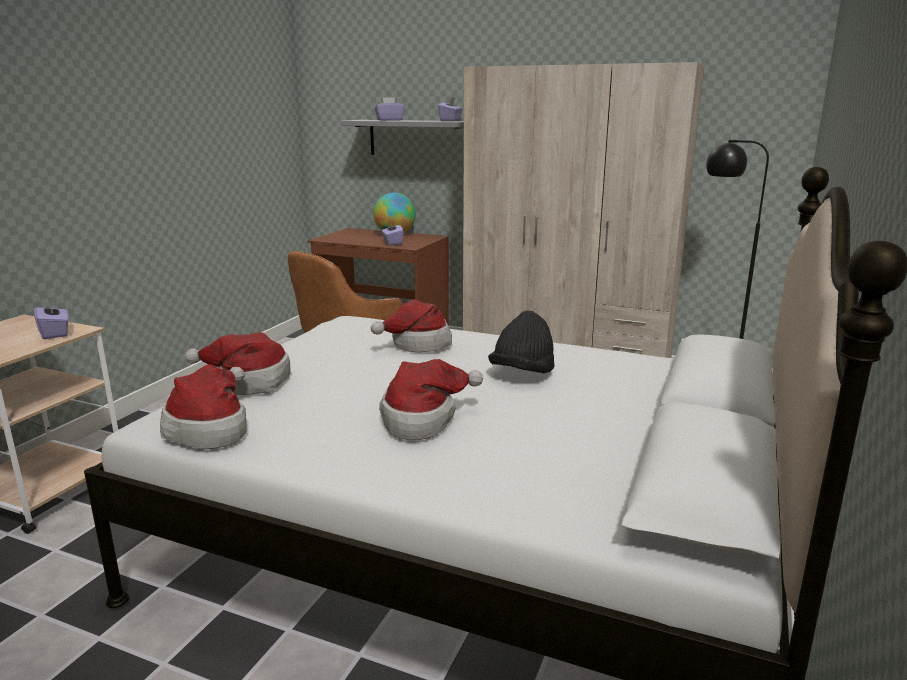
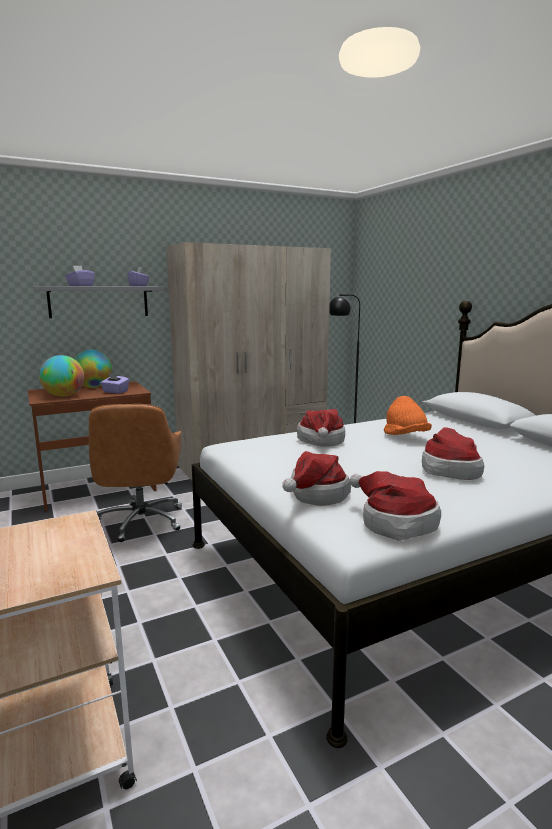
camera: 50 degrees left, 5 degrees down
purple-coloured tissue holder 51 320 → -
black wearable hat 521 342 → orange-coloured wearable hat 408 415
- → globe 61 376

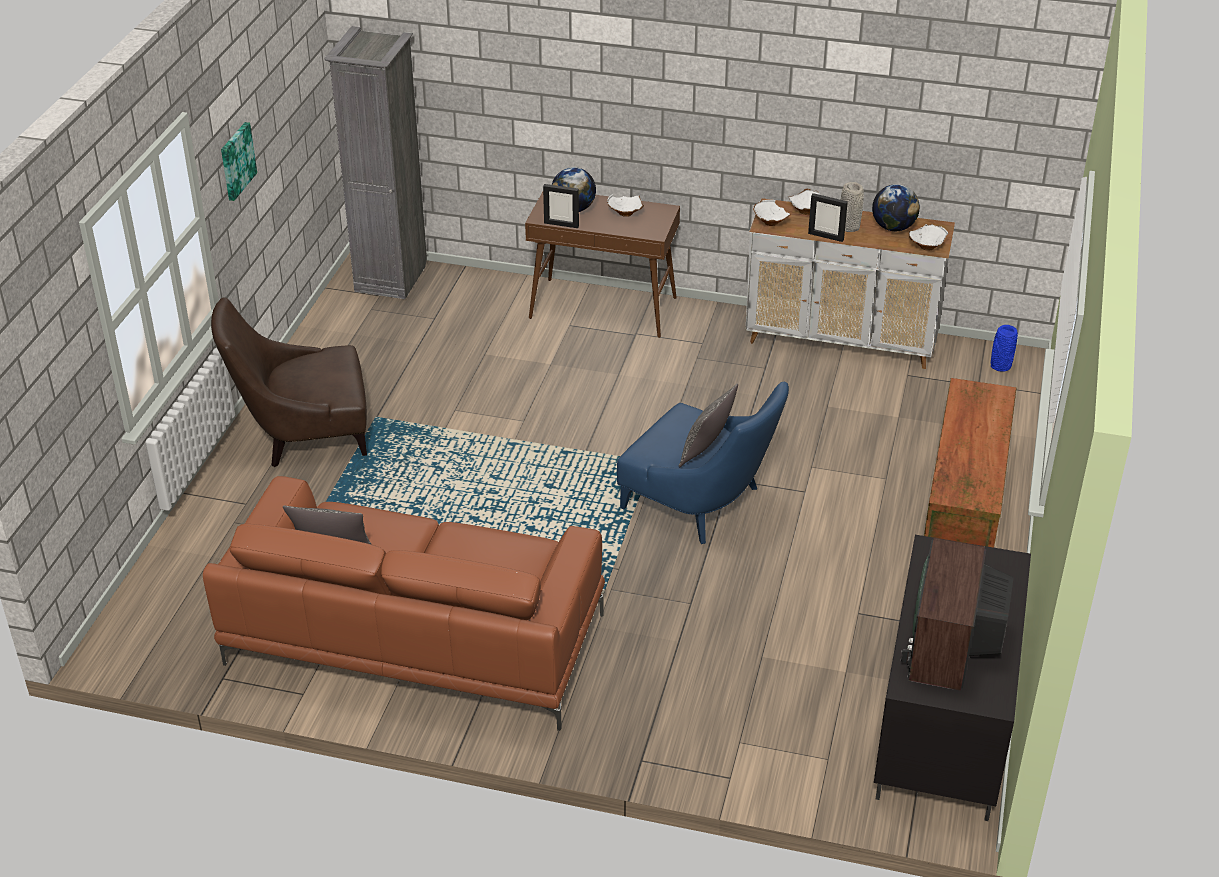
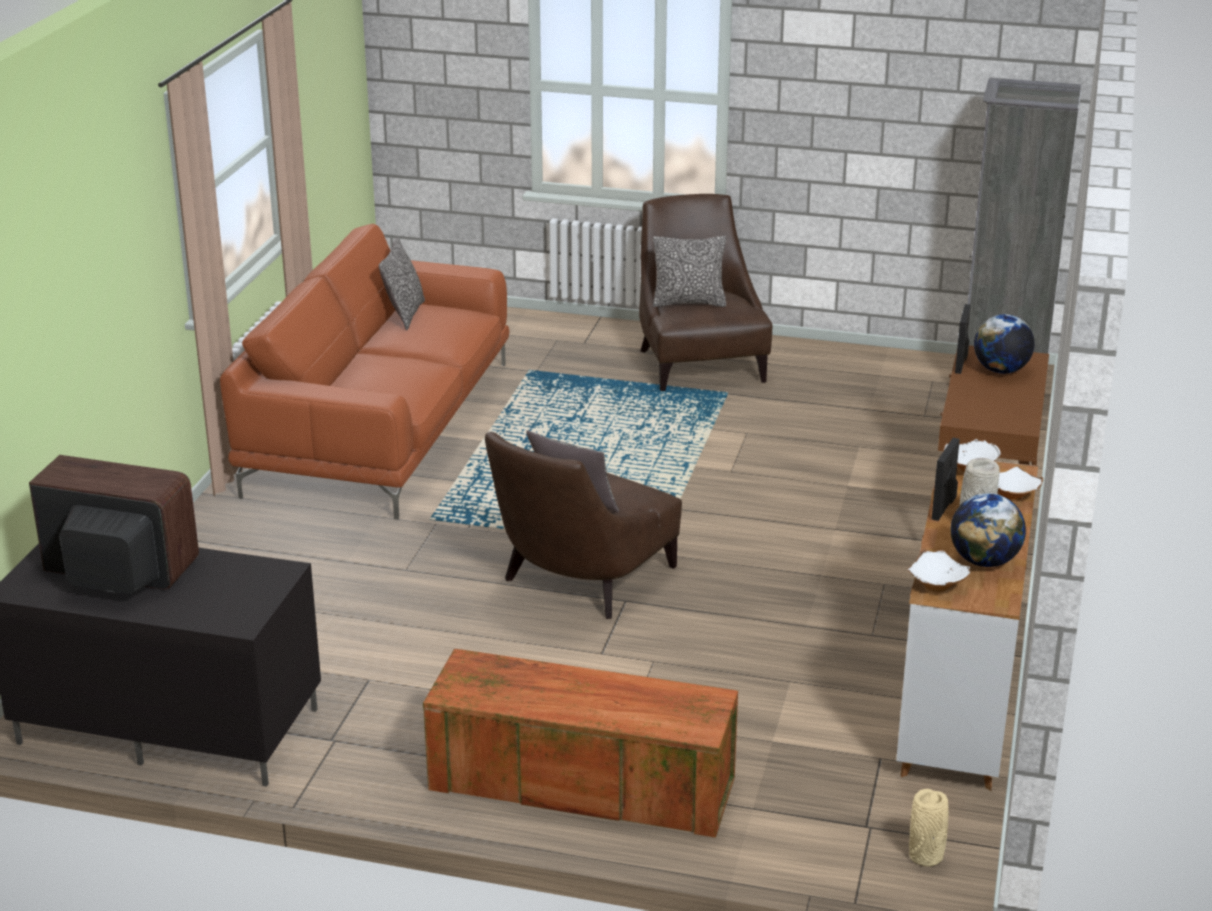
camera: 90 degrees right, 10 degrees down
wall picture 239 161 → -
white serving bowl 625 205 → -
blue flower vase 1004 348 → sand-coloured flower vase 929 828
blue easy chair 703 463 → brown-coloured easy chair 583 525
- → cushion 689 271

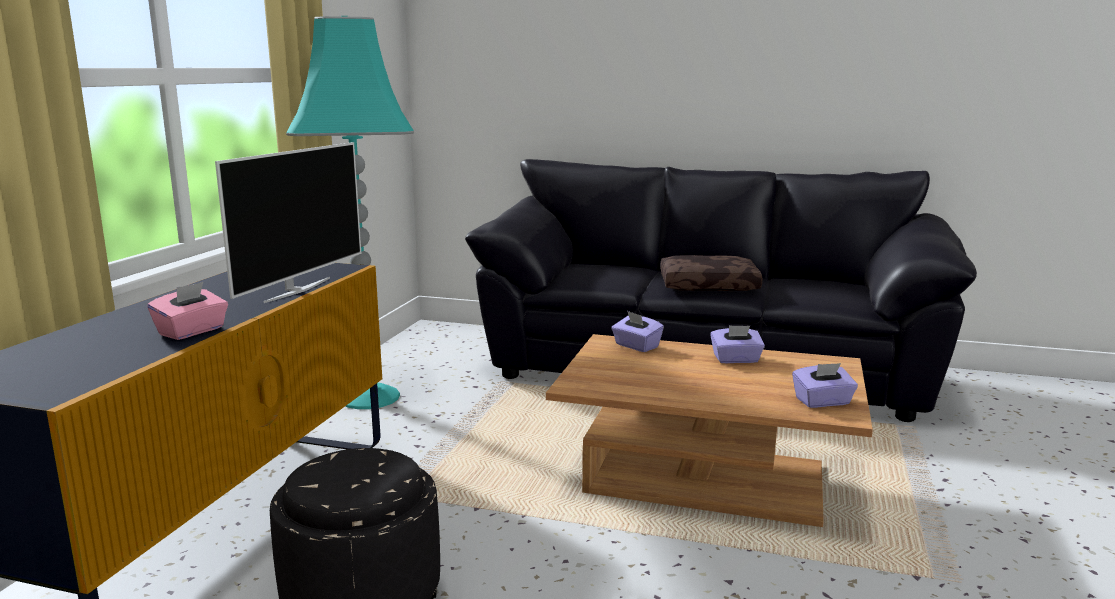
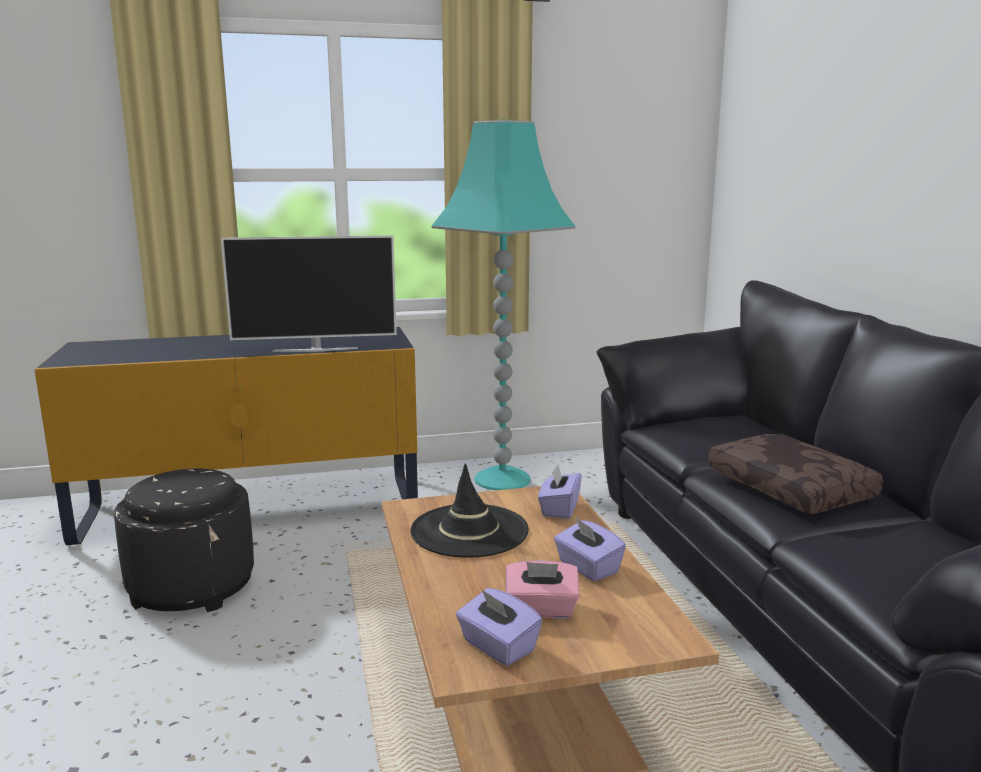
camera: 60 degrees right, 0 degrees up
pink-coloured tissue holder 187 311 → pink-coloured tissue holder 542 589, moved
- → black wearable hat 469 510

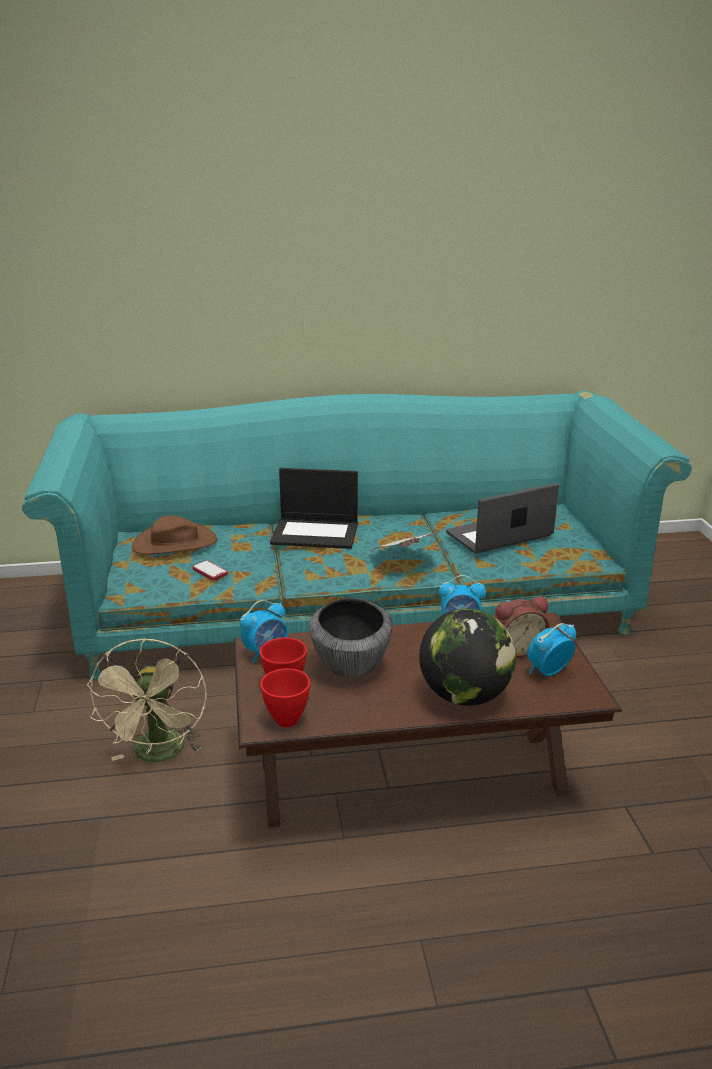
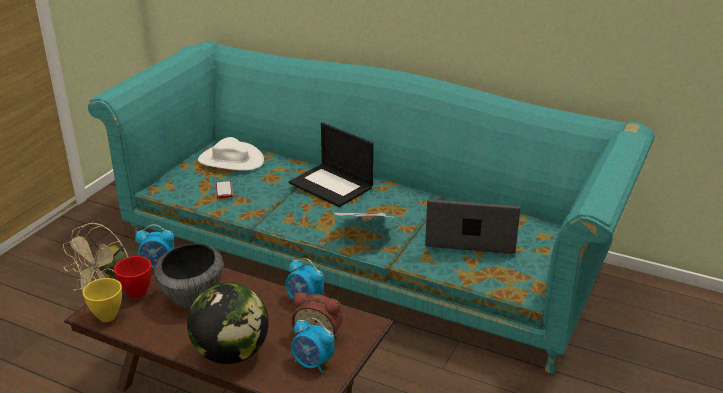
camera: 35 degrees right, 5 degrees up
brown-coloured wearable hat 174 535 → white wearable hat 231 154
bedside clock 551 649 → bedside clock 312 346, 150 degrees counterclockwise
reddish serving bowl 285 697 → yellow-coloured serving bowl 102 300

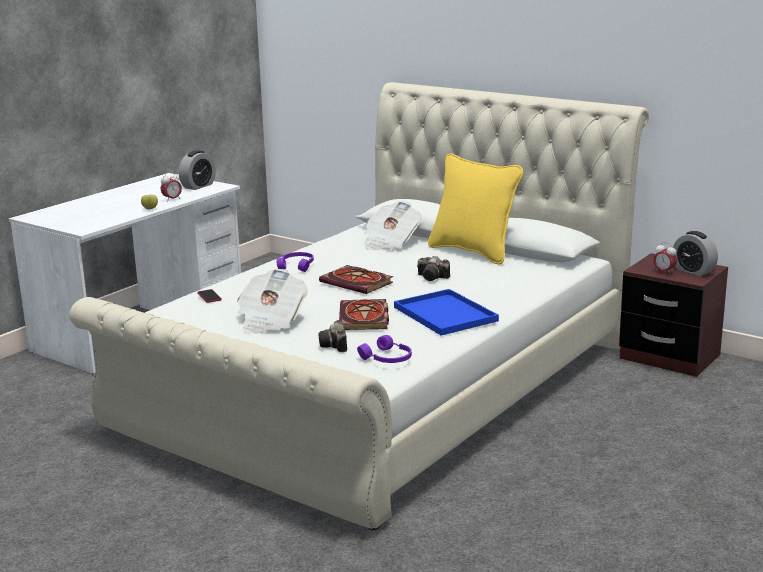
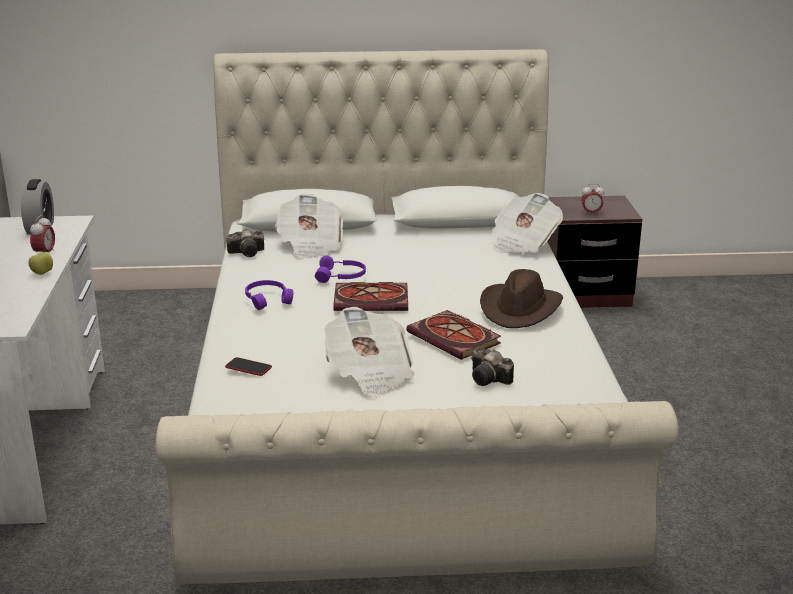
camera: 40 degrees left, 5 degrees up
yellow-coloured cushion 475 208 → -
bedside clock 695 253 → -
still camera 433 268 → still camera 245 243, moved
blue carrying tray 446 312 → brown-coloured wearable hat 521 298
purple-coloured pair of headphones 384 349 → purple-coloured pair of headphones 340 269, moved
- → daily paper 527 223

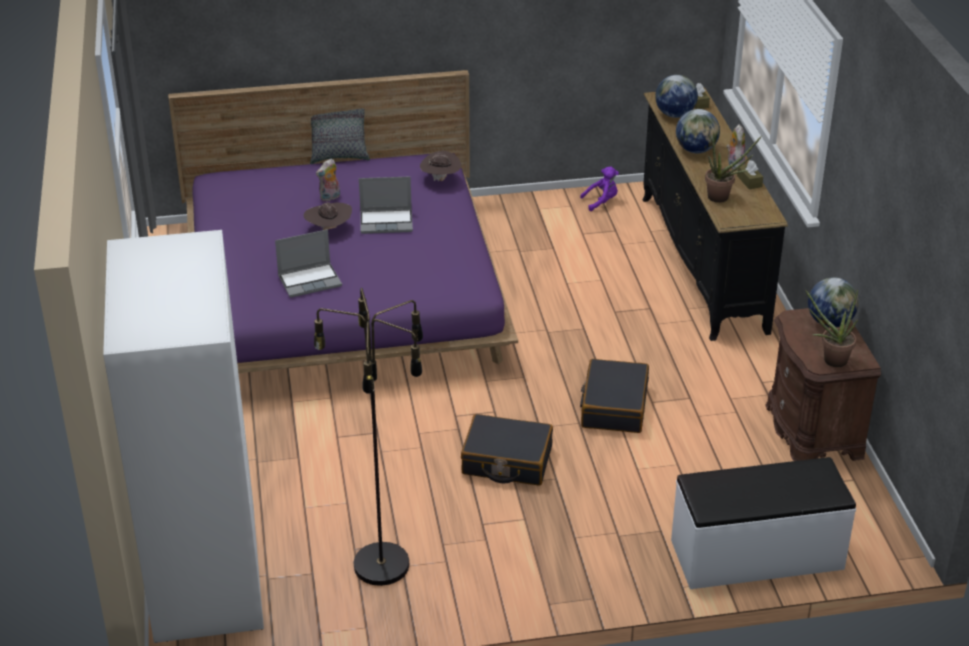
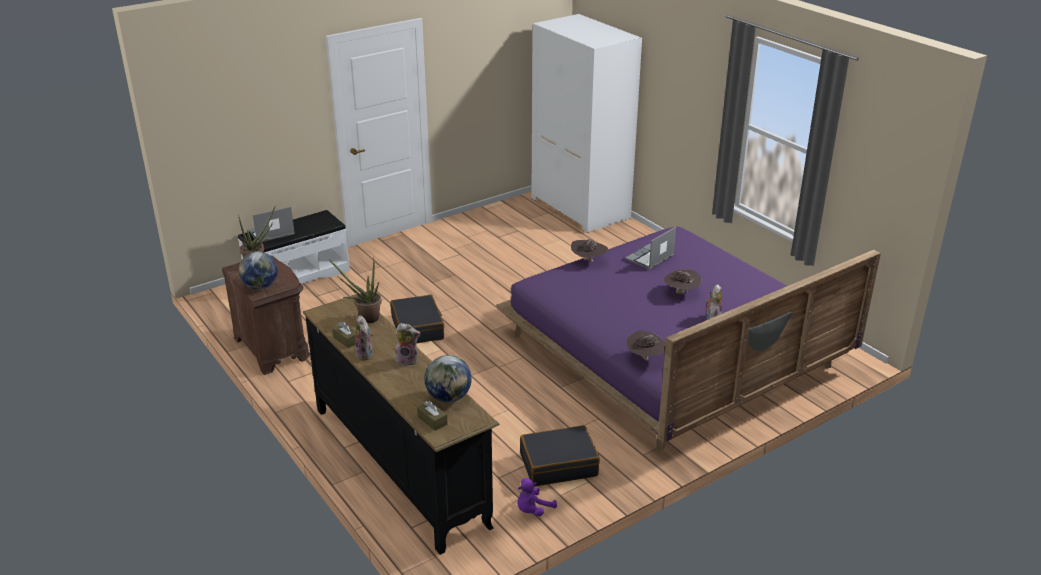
camera: 155 degrees right, 5 degrees down
globe 698 131 → soft toy 407 344
portable computer 386 205 → portable computer 272 224, moved
standing lamp 368 437 → -
black travel case 507 450 → black travel case 560 455, moved
- → brown-coloured wearable hat 589 250

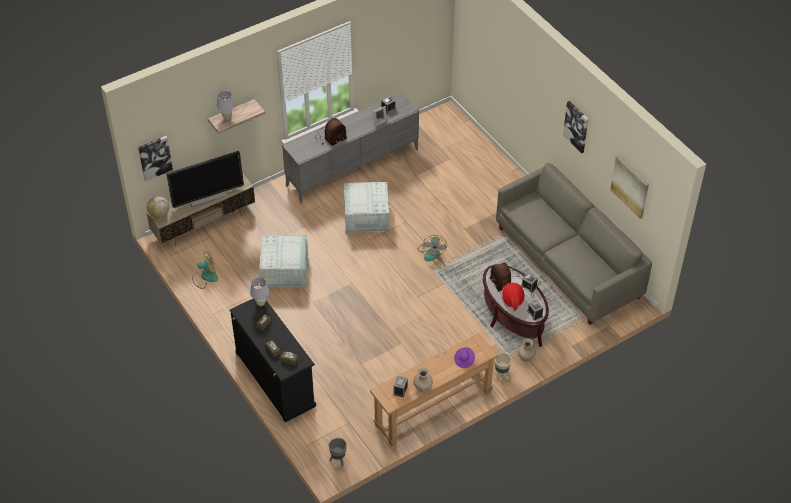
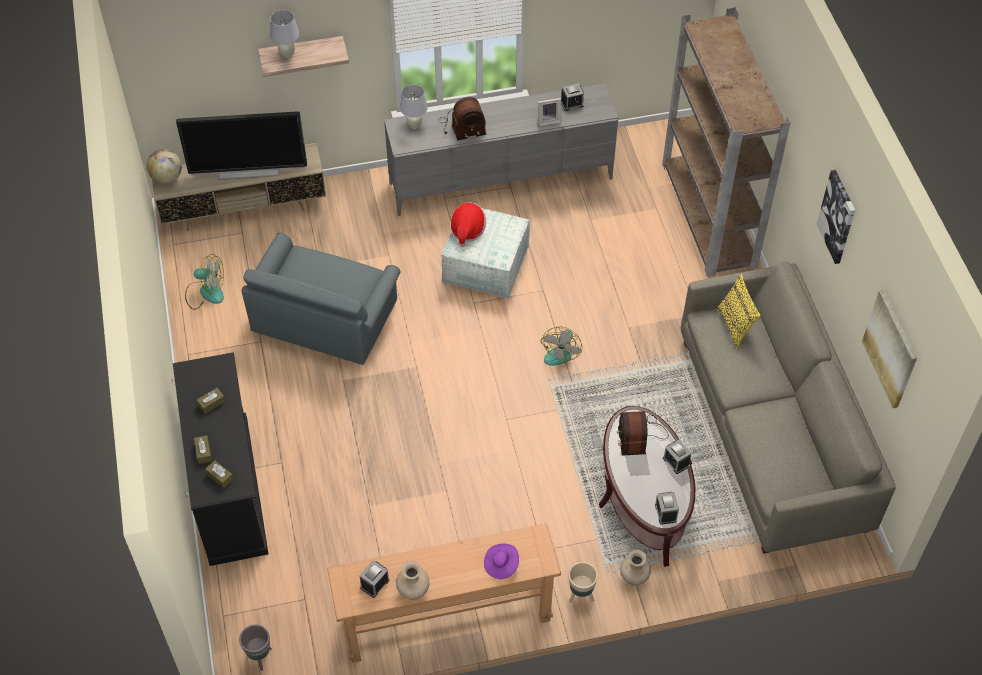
camera: 20 degrees right, 5 degrees up
wall picture 155 158 → -
white ottoman 283 261 → greyish easy chair 321 299
white table lamp 259 291 → white table lamp 414 107, moved
wearable hat 513 297 → wearable hat 468 224, moved
- → brown-coloured bookcase 726 142
- → yellow-coloured cushion 739 311

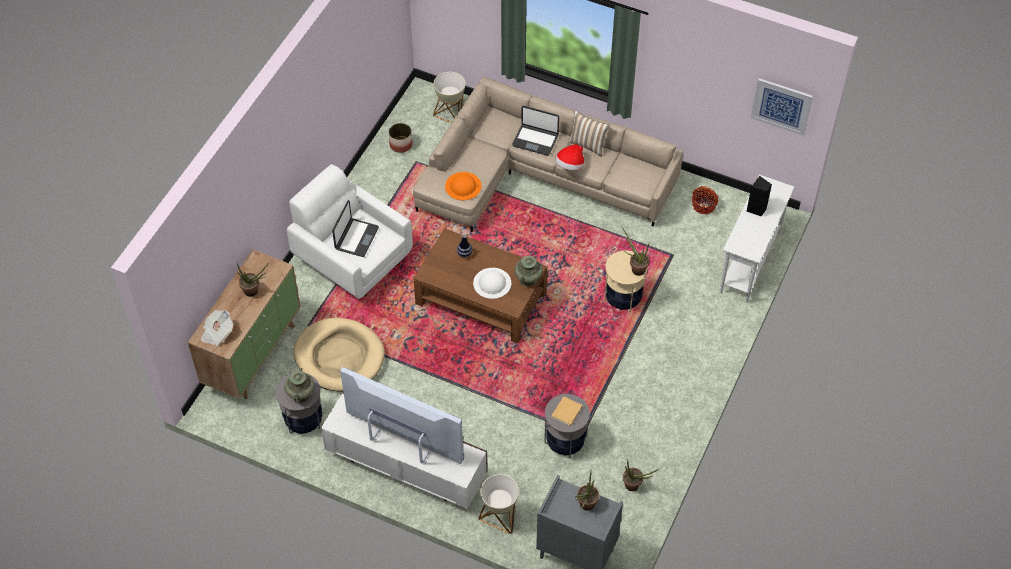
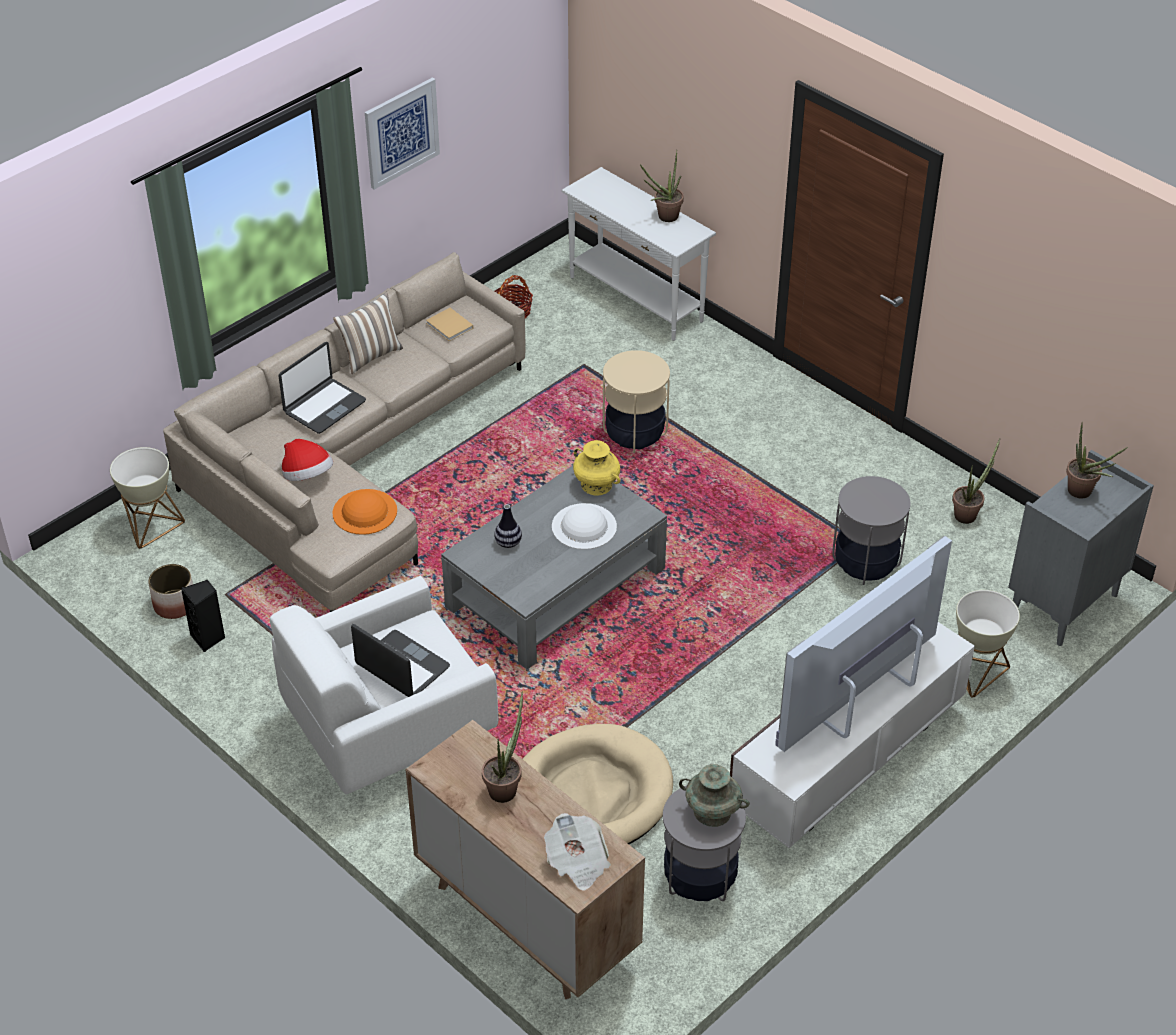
camera: 70 degrees left, 10 degrees down
wall picture 782 106 → wall picture 402 134, moved
wearable hat 569 157 → wearable hat 307 460, moved
black audio speaker 759 196 → black audio speaker 203 616, moved
brown-coloured lounge table 480 286 → greyish lounge table 554 568
houseplant 636 252 → houseplant 662 186, moved
turquoise flower vase 528 271 → yellow-coloured flower vase 596 467
sand-coloured book 567 411 → sand-coloured book 449 324, moved

